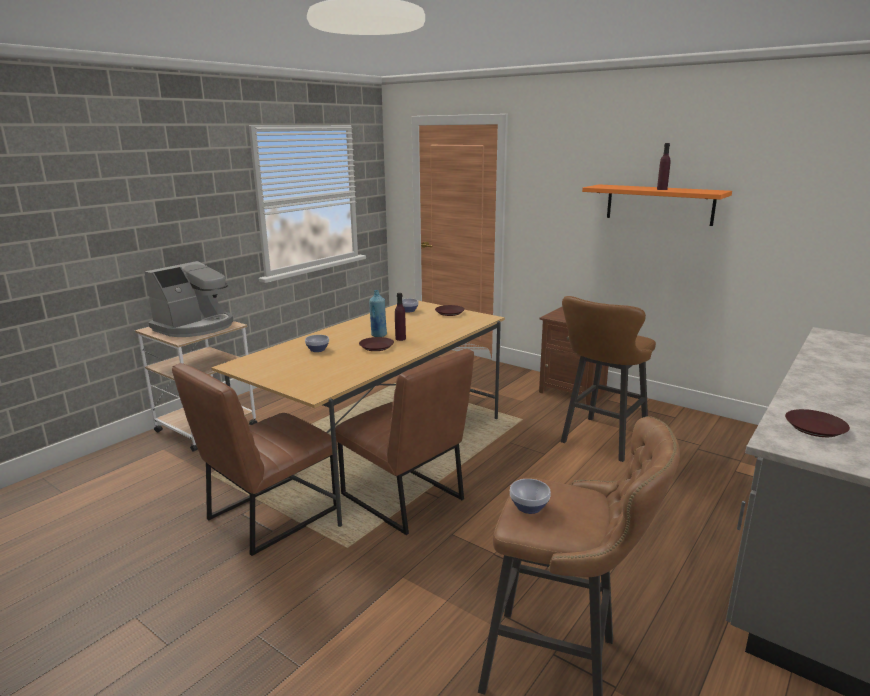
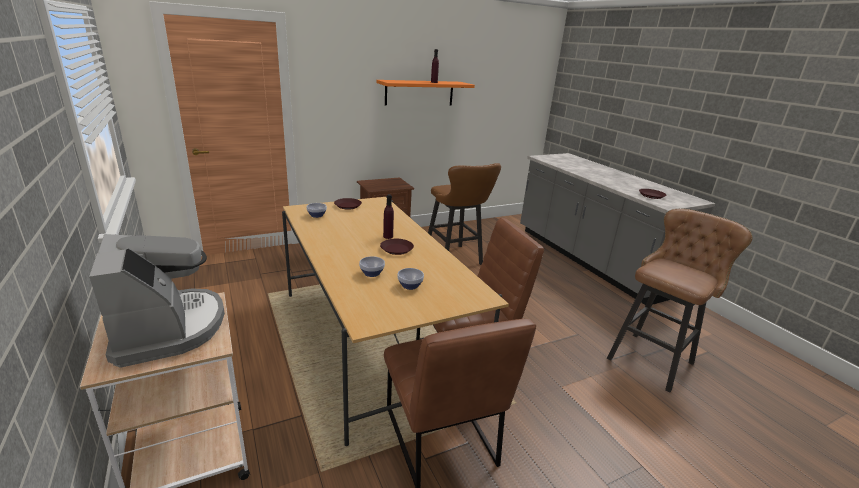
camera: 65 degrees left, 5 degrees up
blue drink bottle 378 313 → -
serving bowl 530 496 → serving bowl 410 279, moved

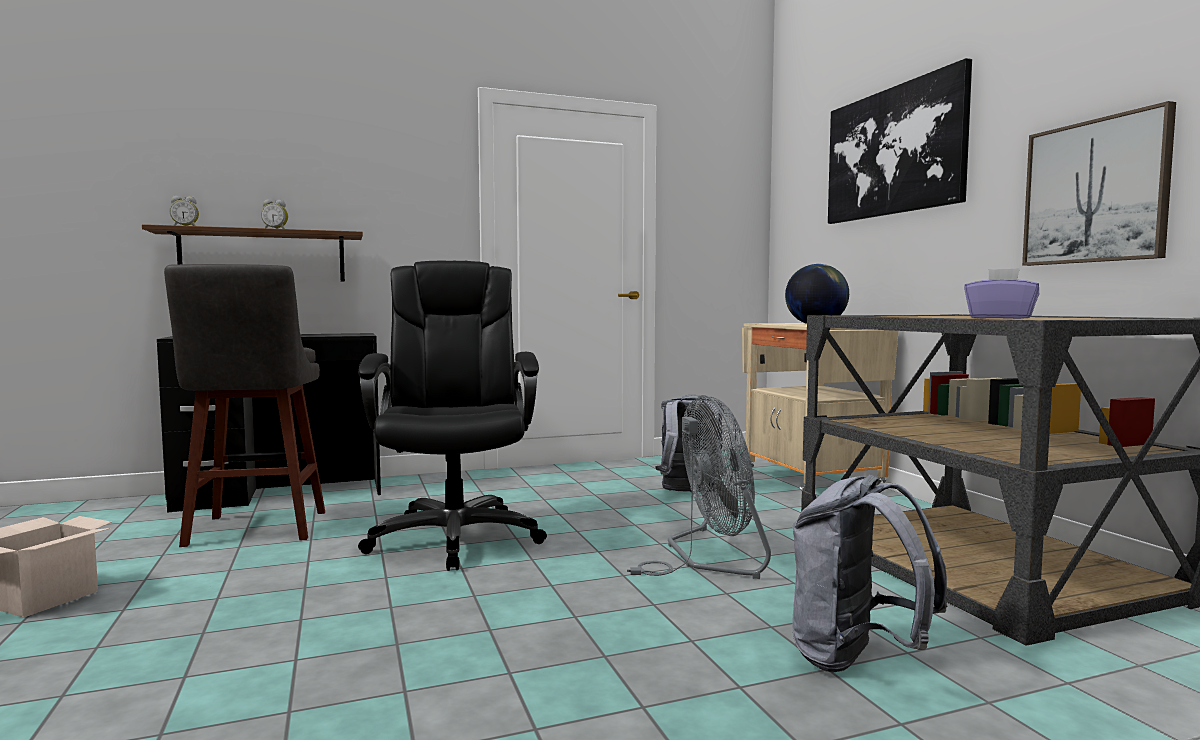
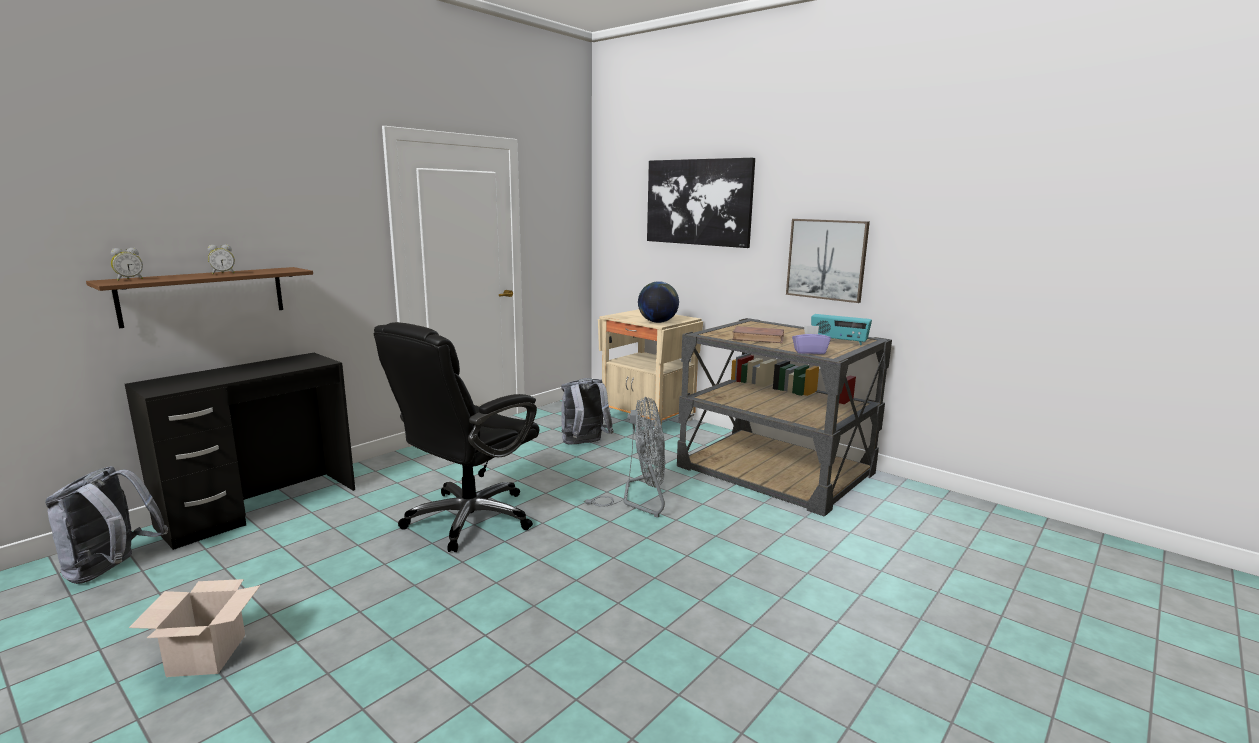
camera: 30 degrees left, 10 degrees up
black desk chair 452 416 → black desk chair 456 437, 105 degrees counterclockwise
greyish stool seat 244 405 → -
greyish cooling fan 699 487 → greyish cooling fan 624 457, 45 degrees clockwise
greyish rucksack 869 573 → greyish rucksack 106 525, moved
- → radio set 841 329
- → brown-coloured book 758 334

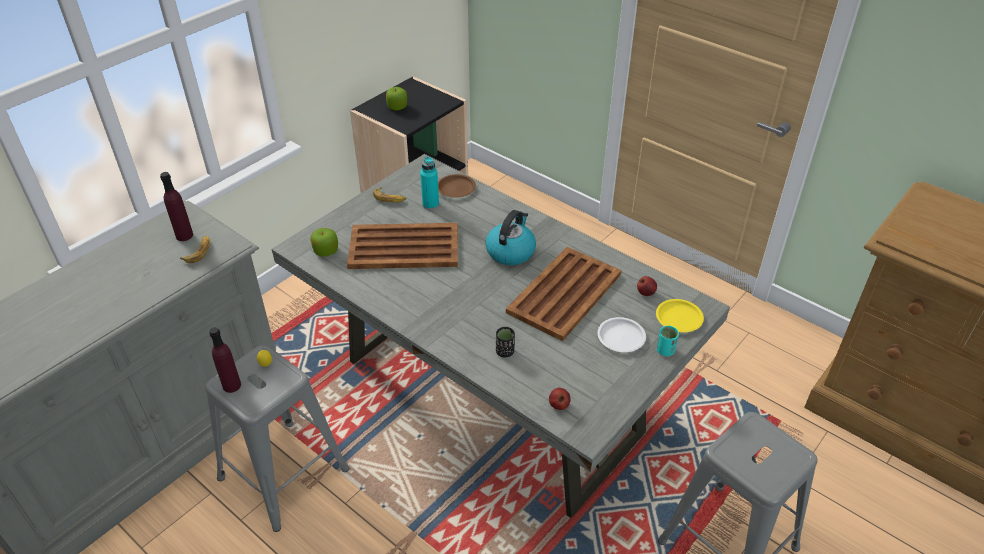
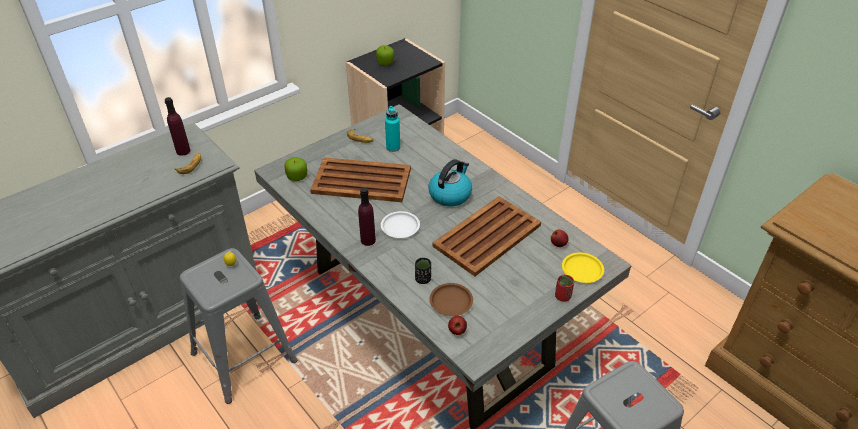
camera: 10 degrees right, 0 degrees up
brown-coloured flat dish 457 186 → brown-coloured flat dish 451 299, moved
white flat dish 622 334 → white flat dish 400 224, moved
turquoise drinking cup 668 341 → reddish drinking cup 564 288
purple-coloured drink bottle 225 360 → purple-coloured drink bottle 367 217, moved

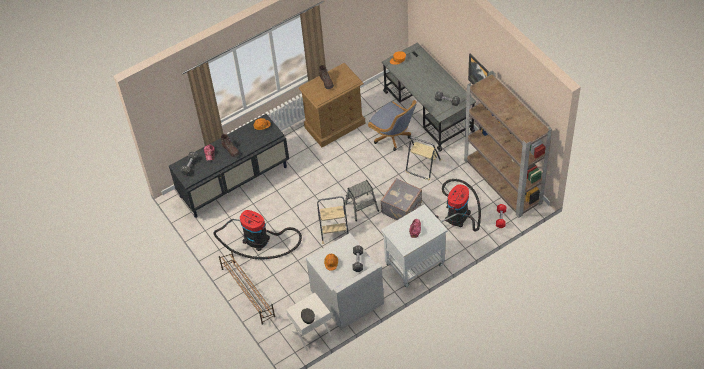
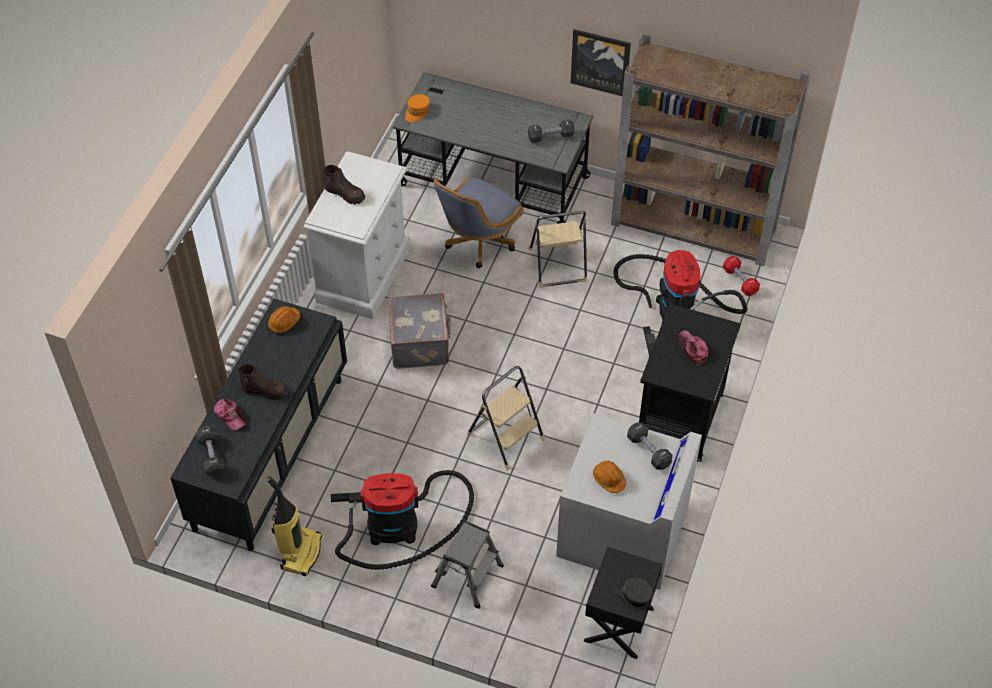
camera: 40 degrees left, 0 degrees up
brown-coloured dresser 332 105 → white dresser 357 235
blue desk chair 392 125 → blue desk chair 479 222, 120 degrees clockwise
greyish travel case 401 199 → greyish travel case 419 330, moved
greyish step ladder 362 201 → greyish step ladder 467 565, moved
white trolley 414 246 → black trolley 690 383
brown-coloured shoe rack 247 287 → -
white night table 309 322 → black night table 623 603
- → vacuum 294 526

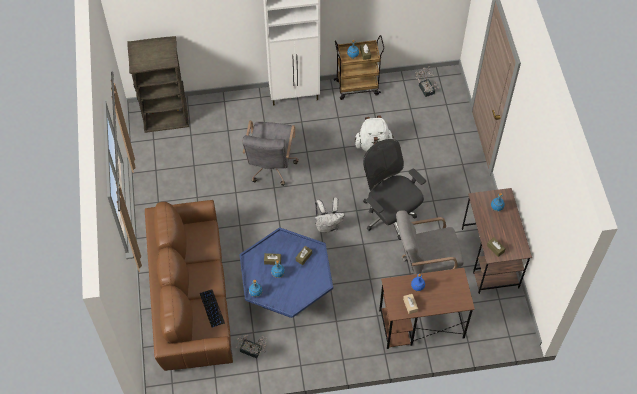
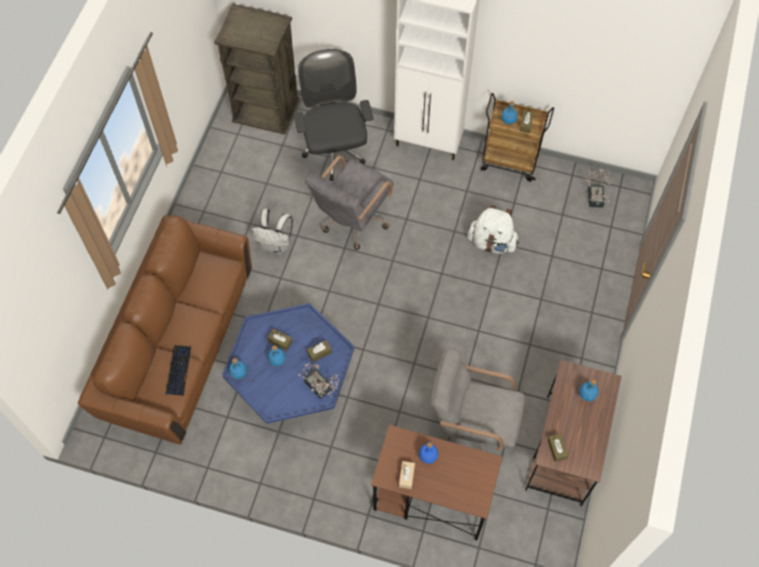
camera: 25 degrees right, 5 degrees up
desk chair 394 189 → desk chair 334 115, moved
white rucksack 330 215 → white rucksack 272 231, moved
houseplant 251 346 → houseplant 319 381, moved

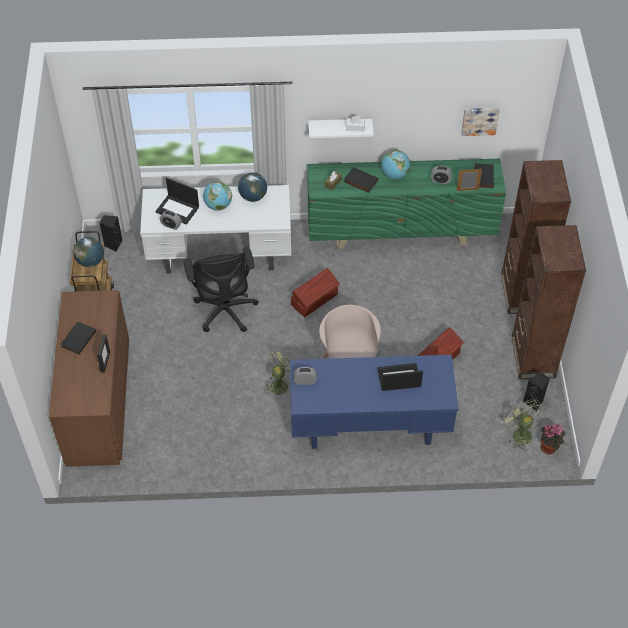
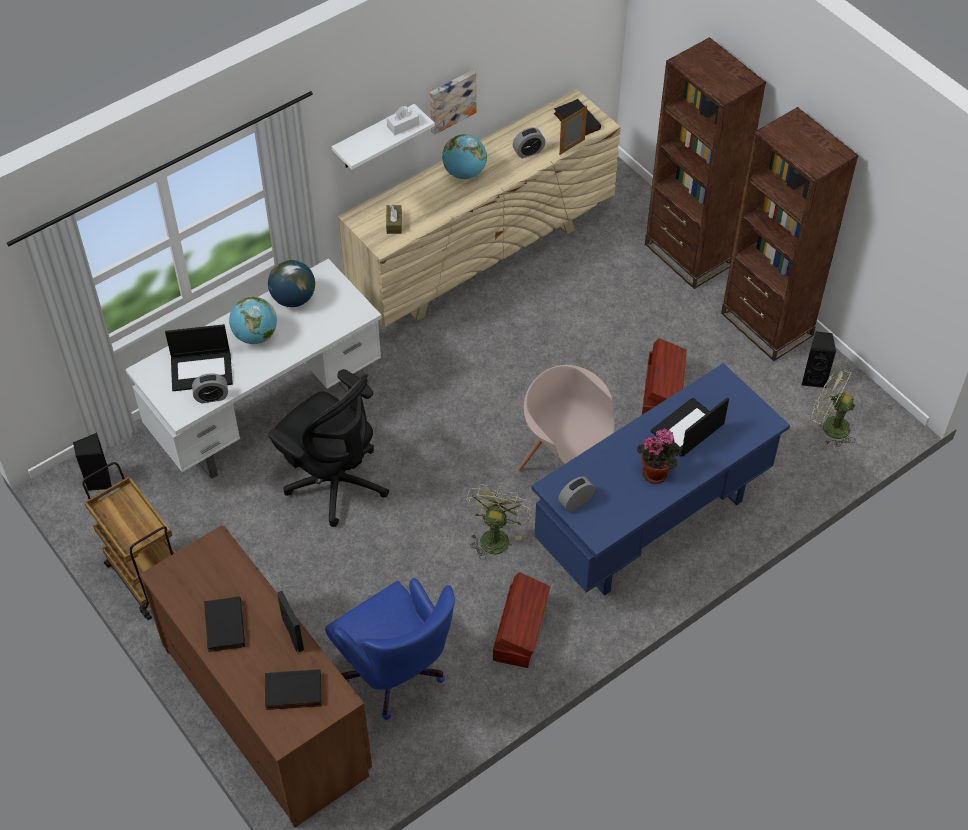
camera: 35 degrees left, 0 degrees up
wall picture 480 122 → wall picture 453 102, moved
green-coloured storage cabinet 406 204 → sand-coloured storage cabinet 479 208
black book 361 180 → black book 293 689, moved
globe 88 252 → -
brown-coloured storage container 315 293 → brown-coloured storage container 521 620, moved
houseplant 553 439 → houseplant 658 455, moved
- → blue desk chair 390 649

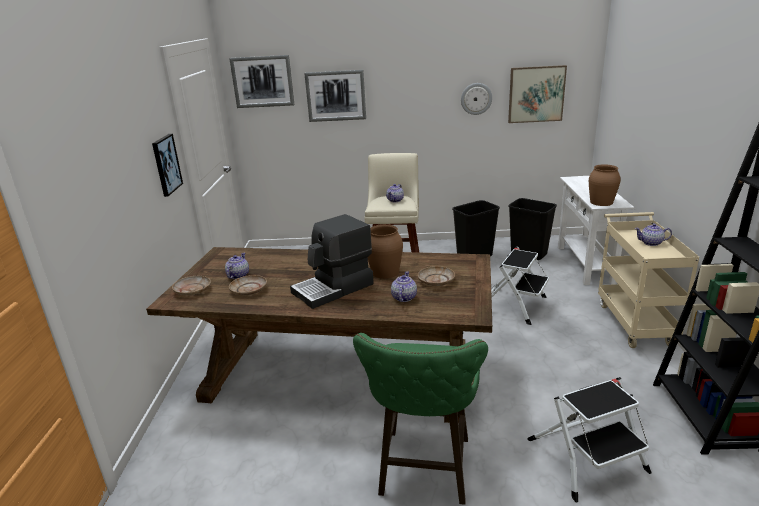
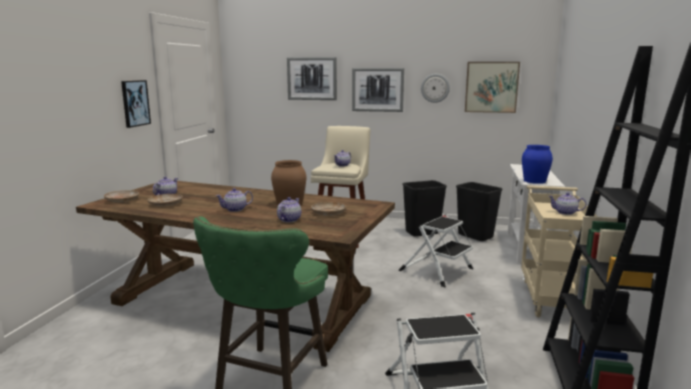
camera: 10 degrees right, 10 degrees down
wall picture 261 81 → wall picture 378 90, moved
brown-coloured flower vase 605 185 → blue flower vase 537 164
coffee brewer 332 261 → pot for tea 234 200

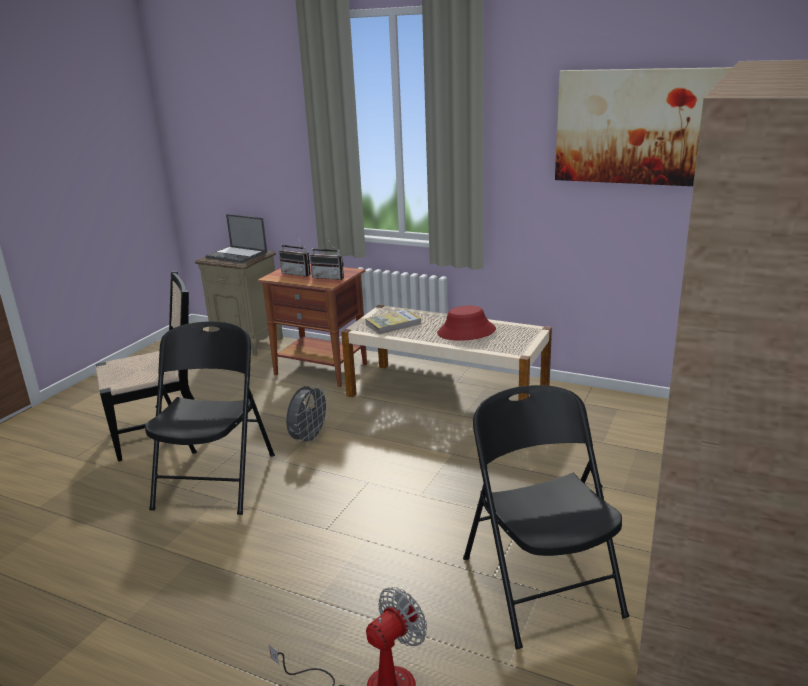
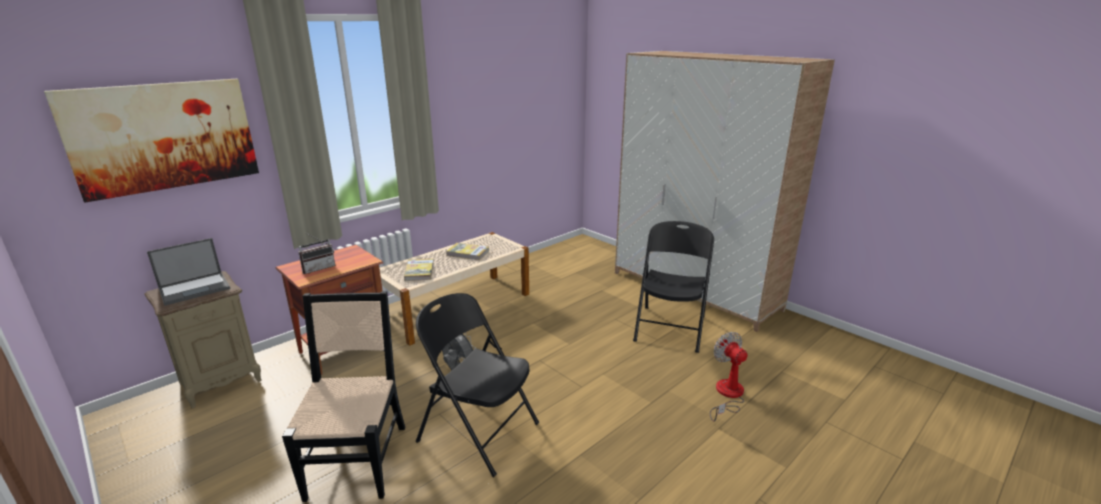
camera: 70 degrees left, 0 degrees up
wall picture 644 126 → wall picture 151 141, moved
radio set 327 259 → -
reddish wearable hat 466 323 → book 467 251
black chair 546 517 → black chair 673 287, 105 degrees clockwise

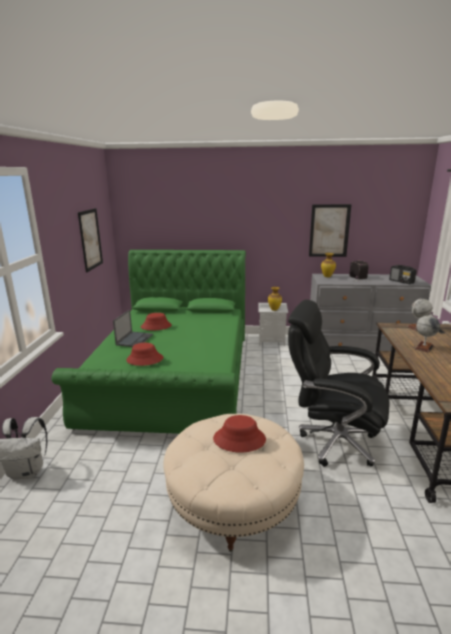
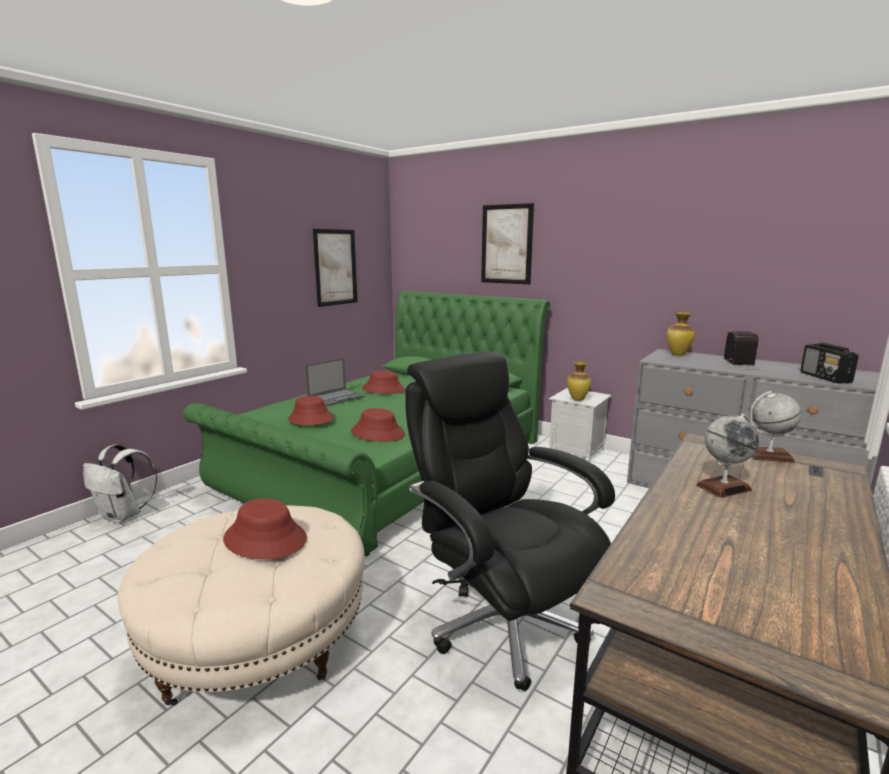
camera: 30 degrees right, 5 degrees down
wall picture 330 230 → wall picture 507 243, moved
- → reddish wearable hat 378 425

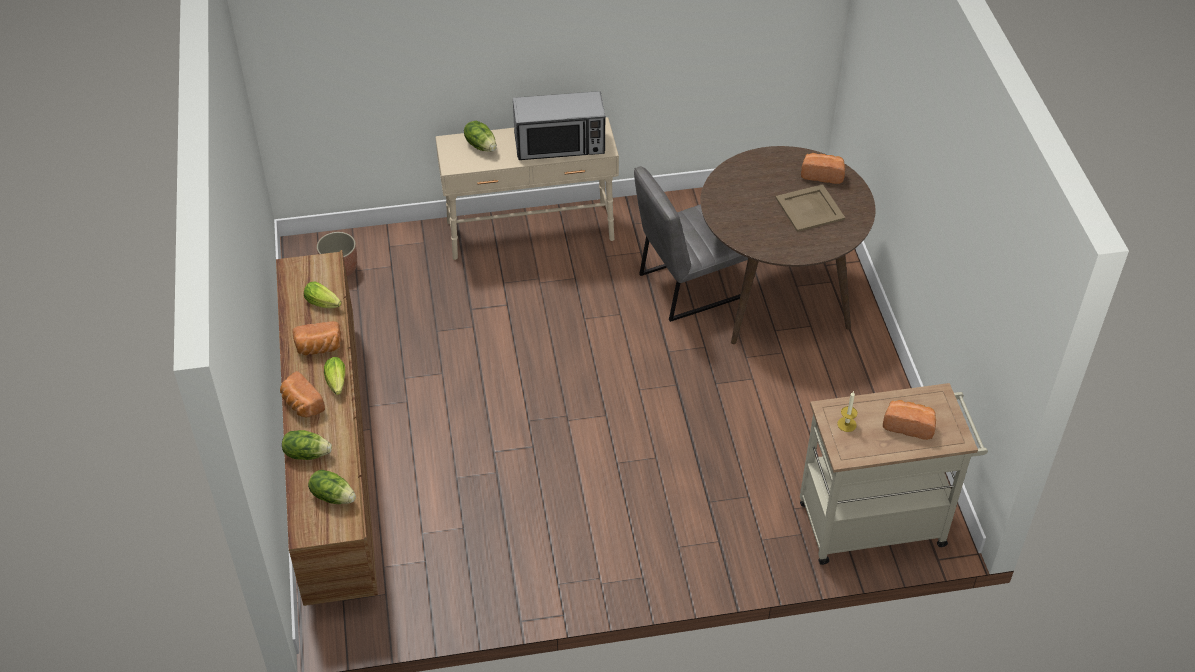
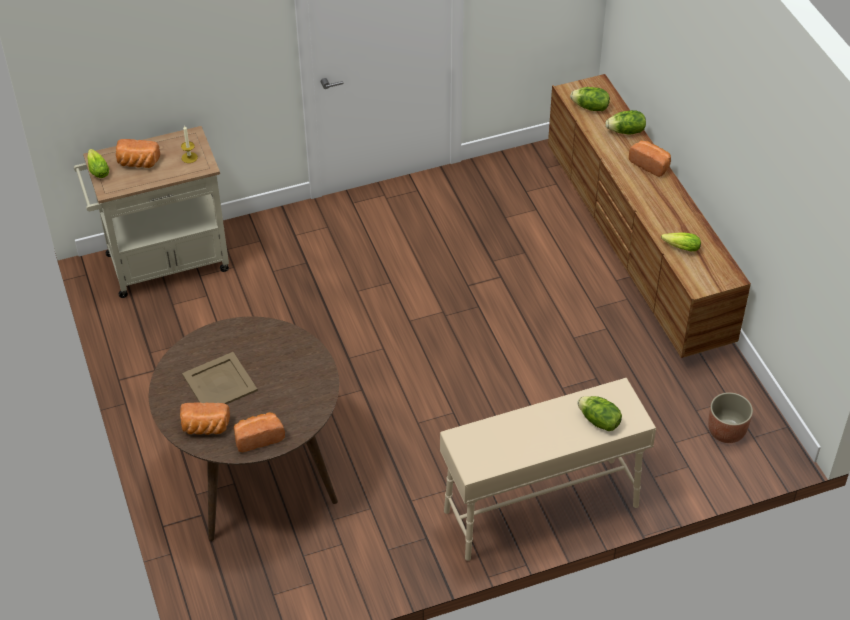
camera: 170 degrees right, 0 degrees up
kitchen microwave 559 125 → -
greyish chair 691 244 → -
baked bread 316 338 → baked bread 259 432, moved
lettuce head 334 376 → lettuce head 98 163, moved

